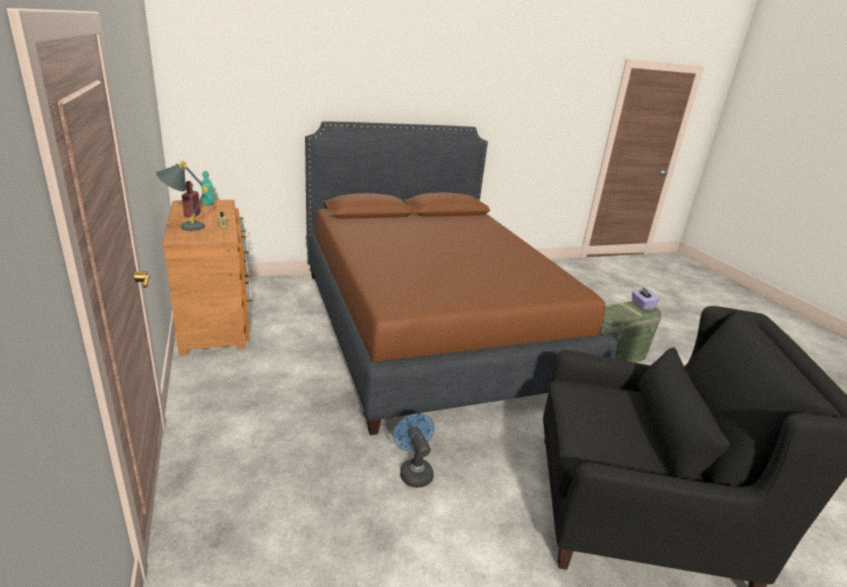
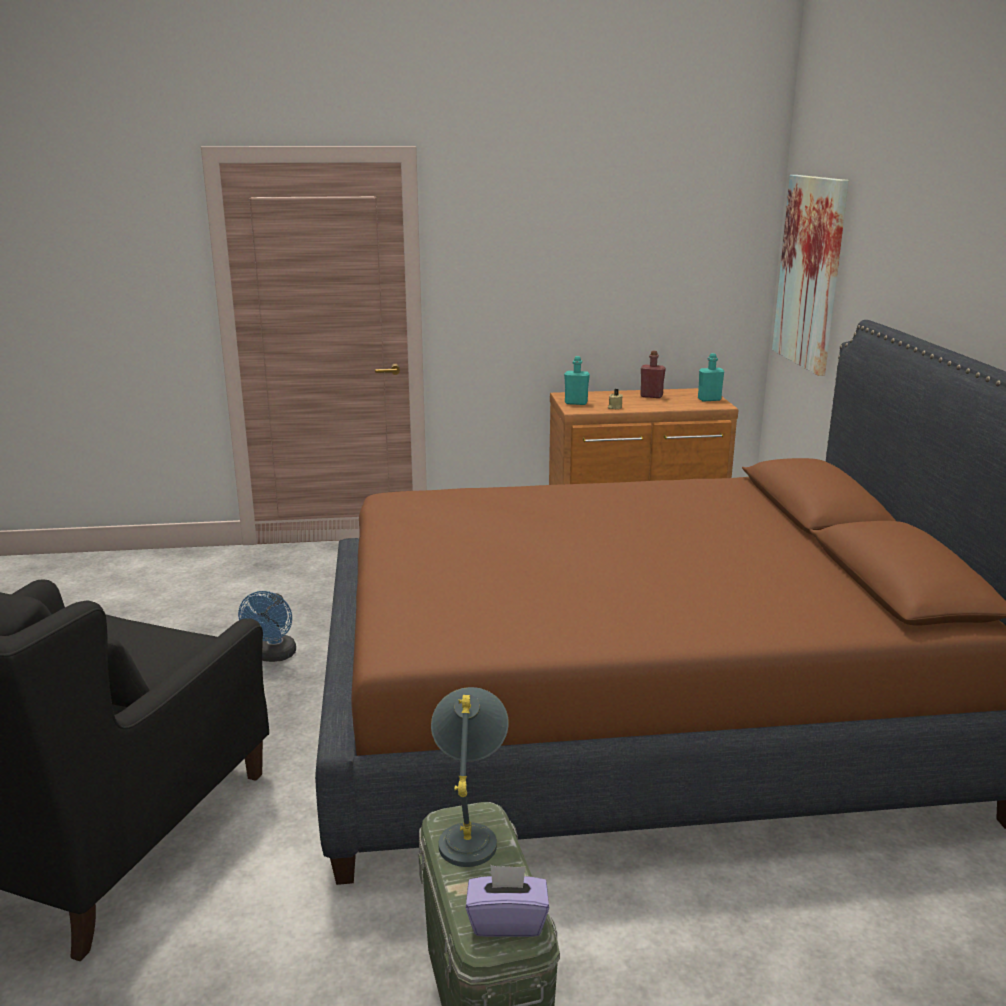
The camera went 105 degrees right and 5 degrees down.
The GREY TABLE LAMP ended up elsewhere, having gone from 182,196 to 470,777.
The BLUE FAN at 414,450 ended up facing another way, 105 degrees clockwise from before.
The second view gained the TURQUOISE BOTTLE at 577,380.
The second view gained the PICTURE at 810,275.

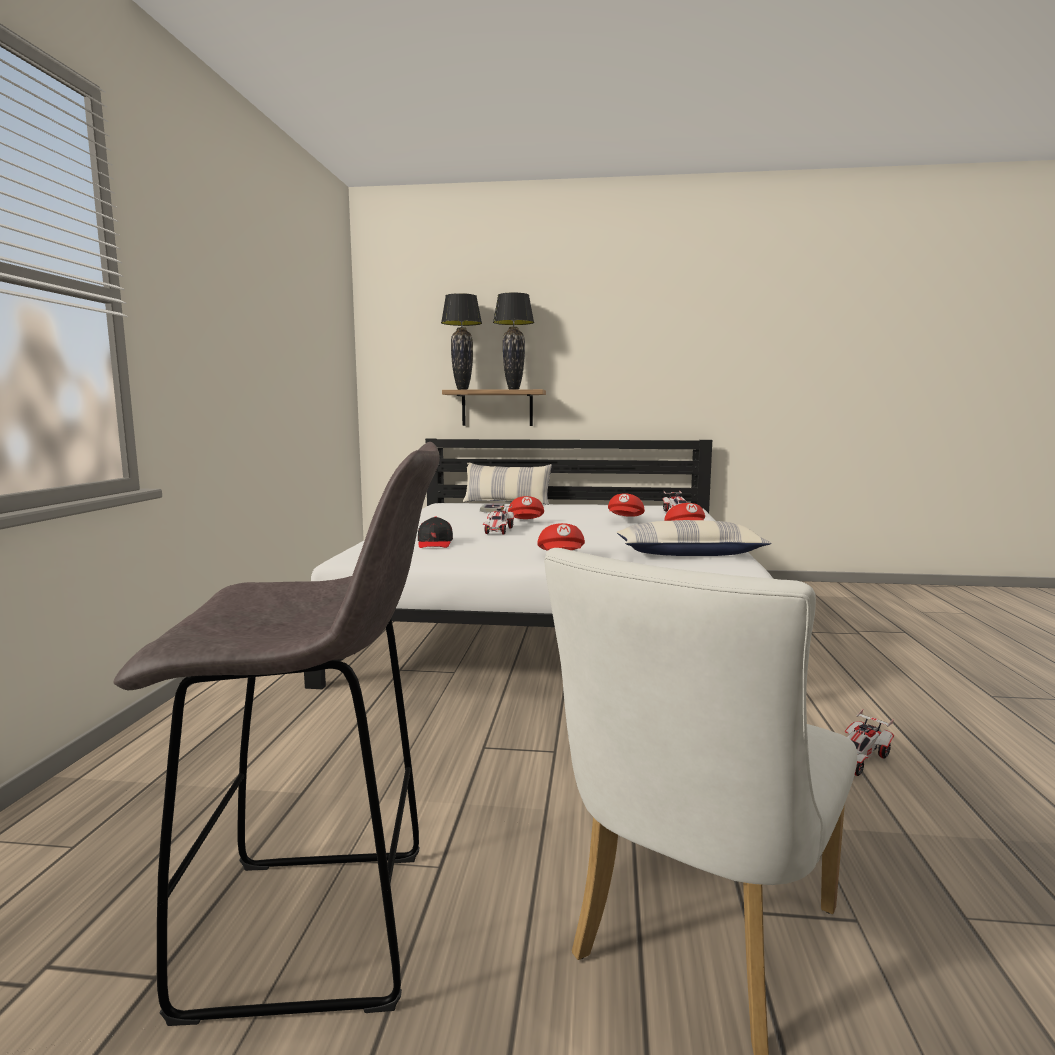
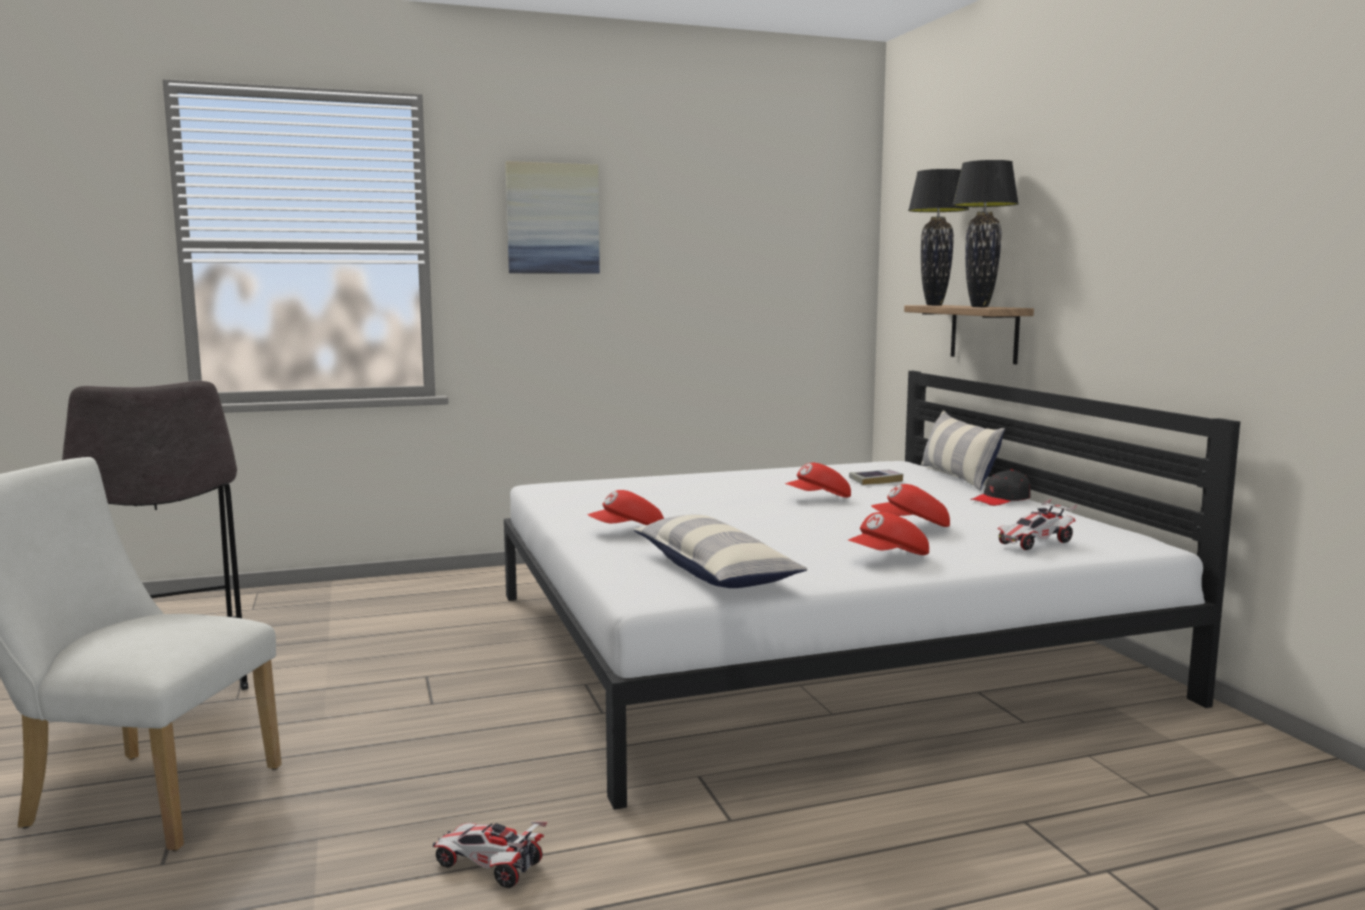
The camera went 65 degrees right and 0 degrees up.
The BLACK CAP ended up elsewhere, having gone from 435,532 to 1000,487.
The second view lost the TOY CAR at 498,519.
The second view gained the PICTURE at 552,217.

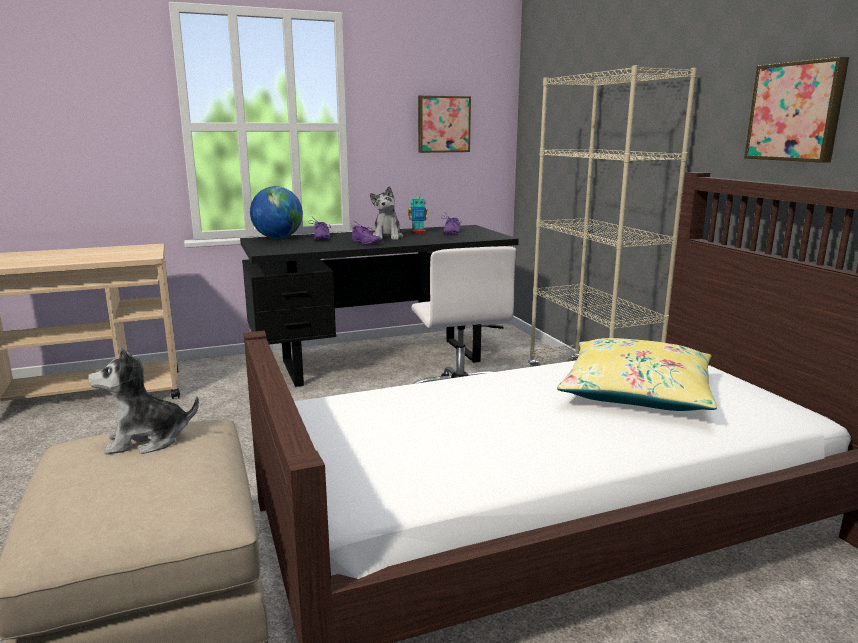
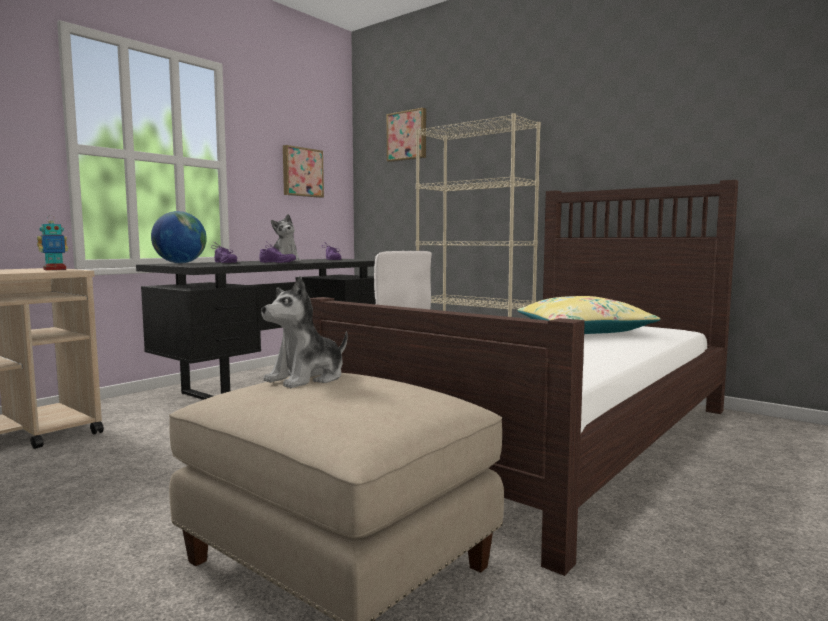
The camera went 30 degrees left and 10 degrees down.
The TOY ROBOT ended up elsewhere, having gone from 418,213 to 52,243.
The PICTURE ended up elsewhere, having gone from 796,110 to 406,135.

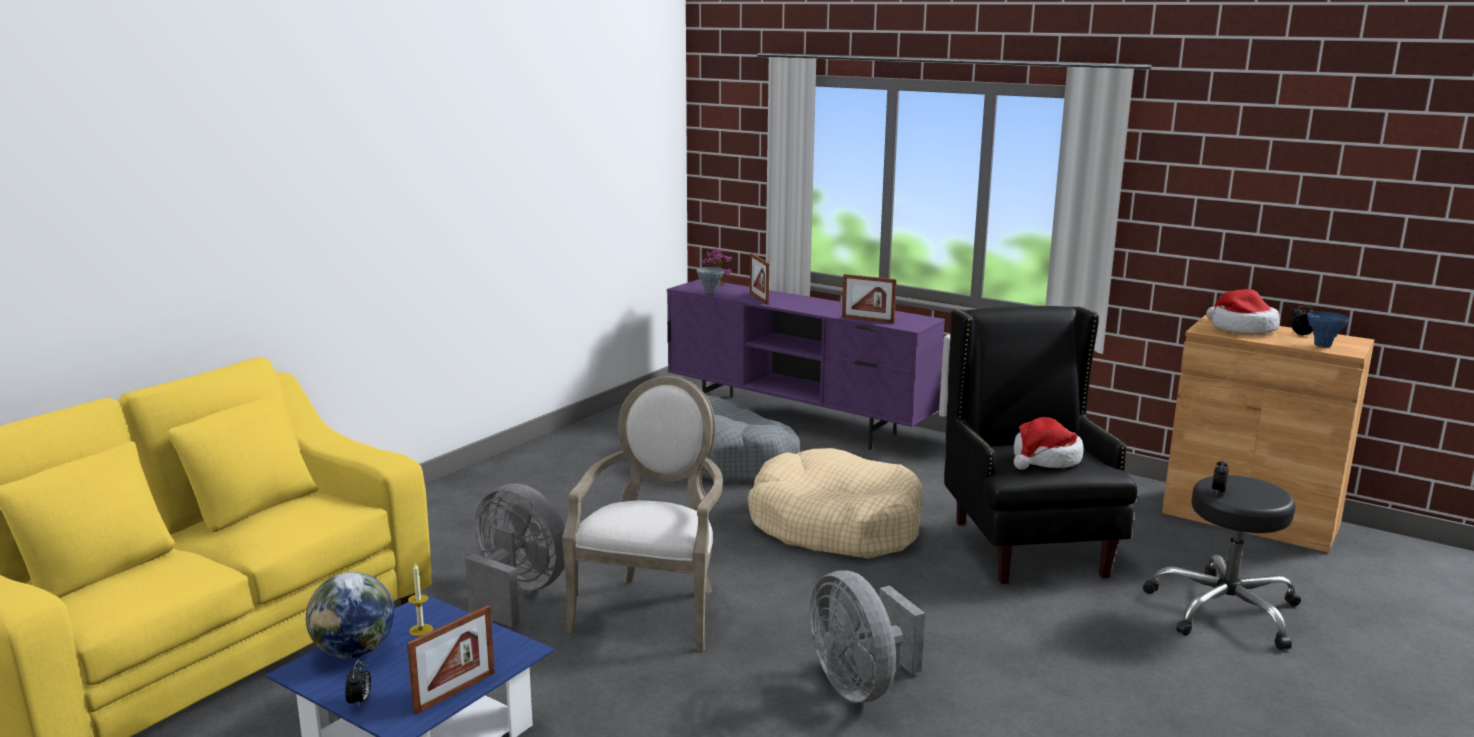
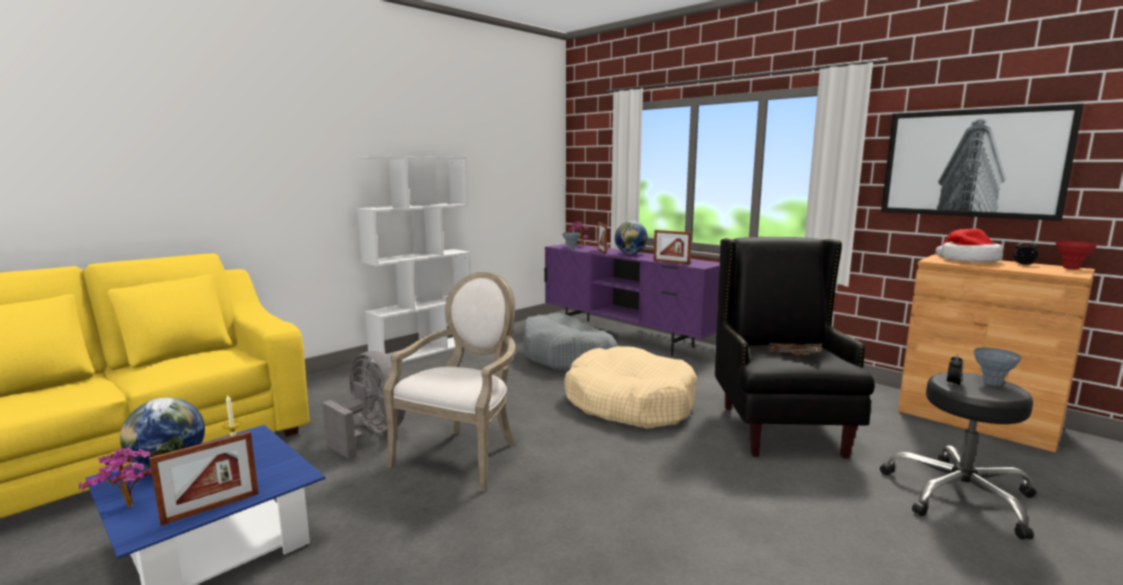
The camera went 10 degrees right and 5 degrees down.
Where the ALARM CLOCK stood at 358,683, the POTTED PLANT came to stand at 115,477.
The second view lost the GREY FAN at 867,636.
Where the HAT stood at 1049,443, the BLACK TRAY came to stand at 794,348.
The second view lost the BLUE VASE at 1328,329.
The second view gained the WHITE BOOKCASE at 412,260.
The second view gained the GLOBE at 631,237.
The second view gained the PICTURE at 982,162.
The second view gained the GREY VASE at 997,367.
The second view gained the RED VASE at 1076,255.

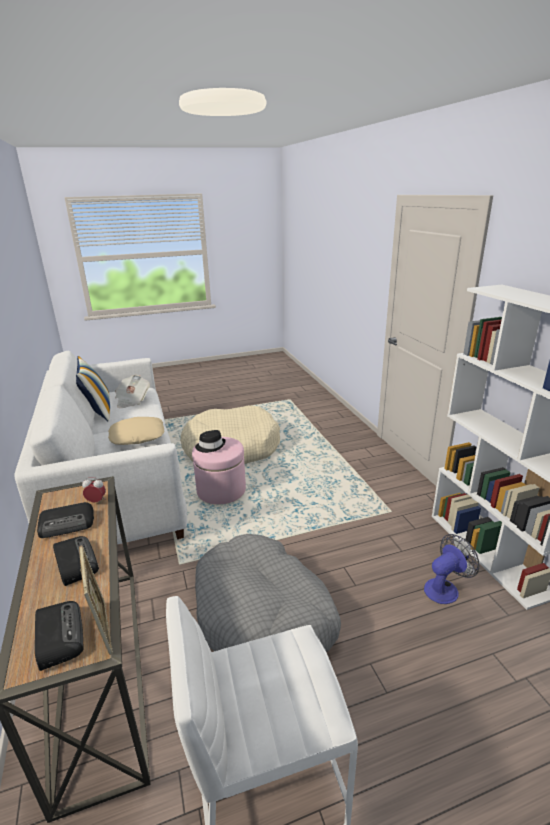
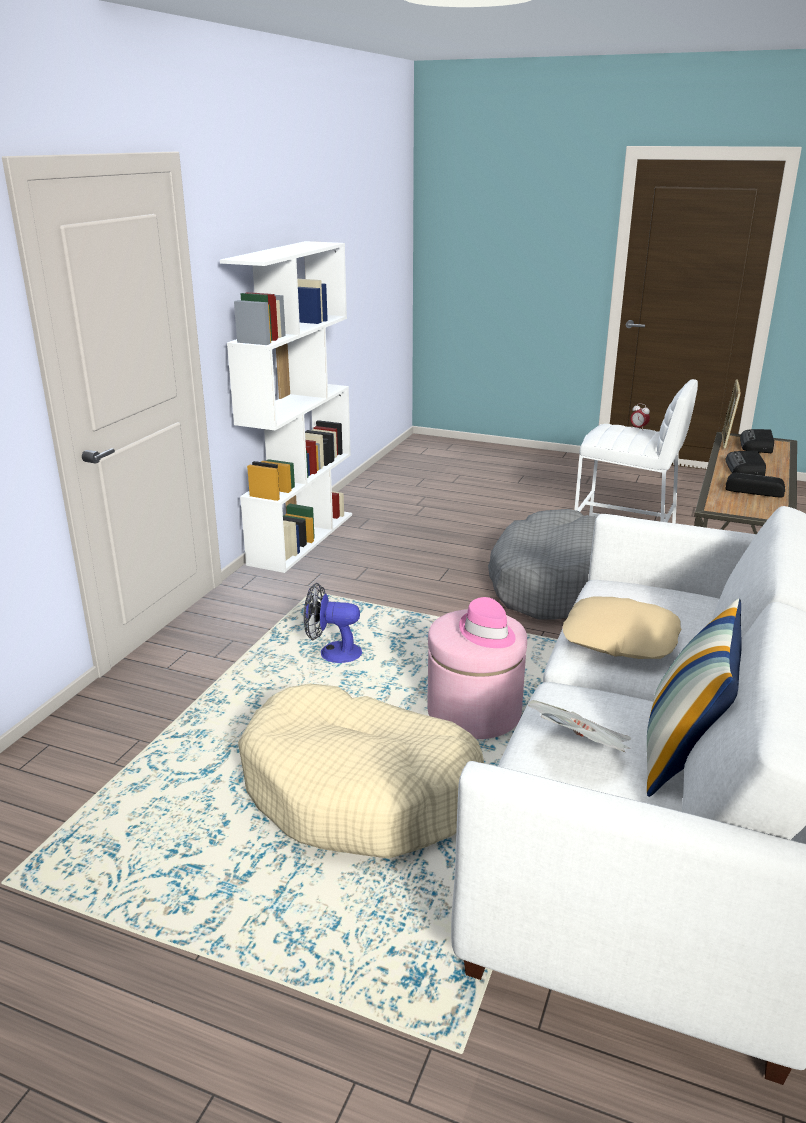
The camera went 140 degrees left and 0 degrees up.
The ALARM CLOCK ended up elsewhere, having gone from 94,489 to 640,416.
What was the BLACK HAT at 210,441 turned into the PINK HAT at 487,622.
The FAN ended up elsewhere, having gone from 451,569 to 333,623.

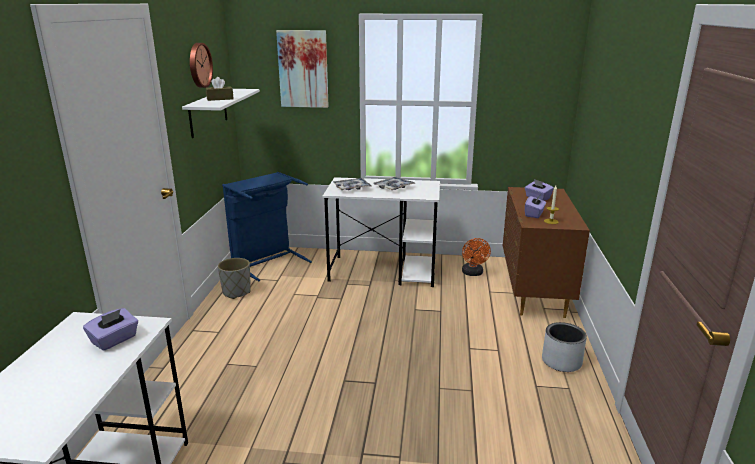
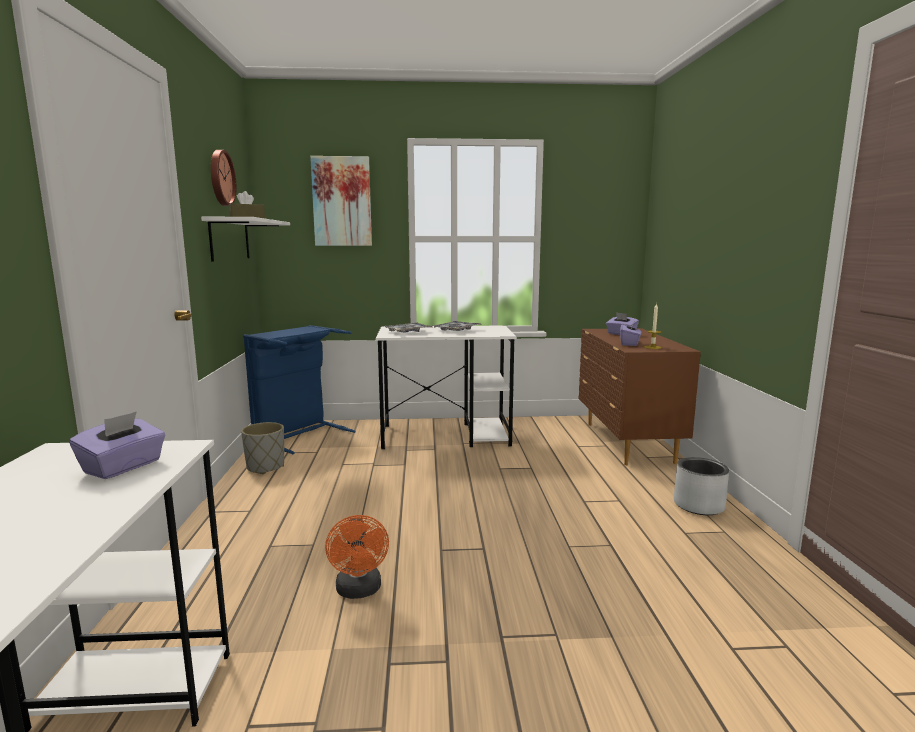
The camera went 10 degrees left and 10 degrees down.
The ORANGE FAN ended up elsewhere, having gone from 476,257 to 357,557.

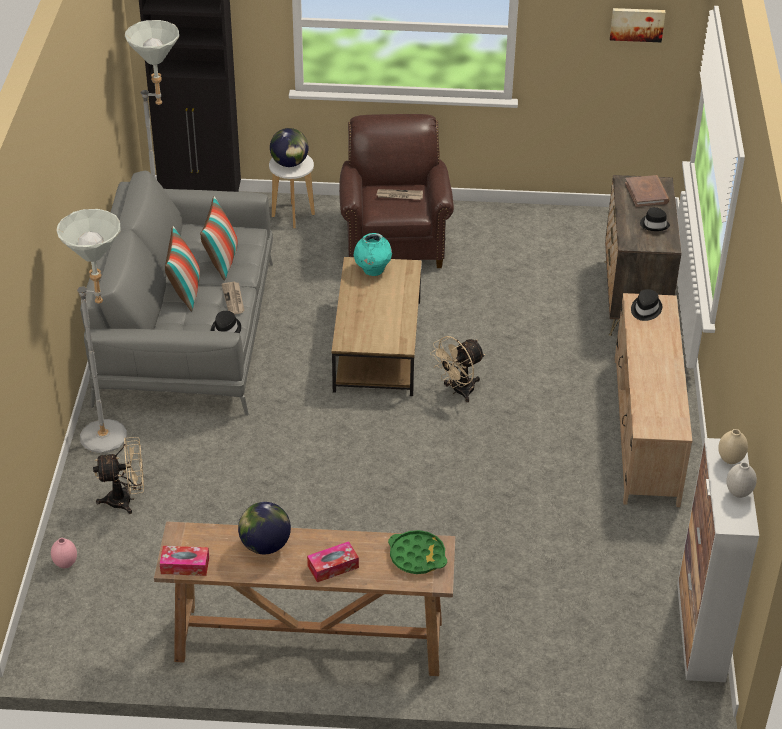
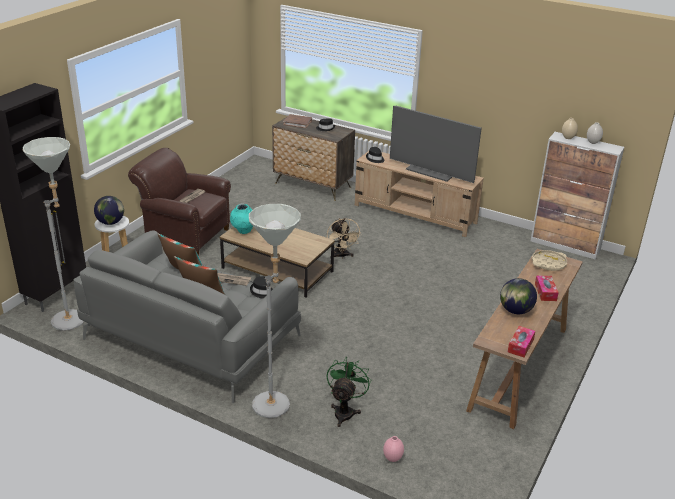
The camera went 65 degrees left and 10 degrees down.
What was the BEIGE FAN at 118,475 turned into the GREEN FAN at 349,392.
What was the GREEN TRAY at 417,552 turned into the BEIGE TRAY at 549,260.
The second view lost the PICTURE at 637,25.
The second view gained the TELEVISION at 436,144.

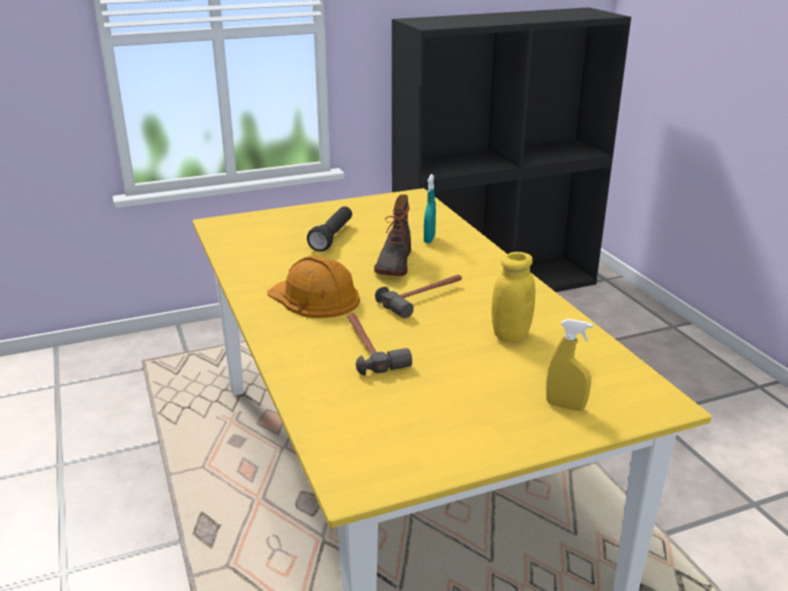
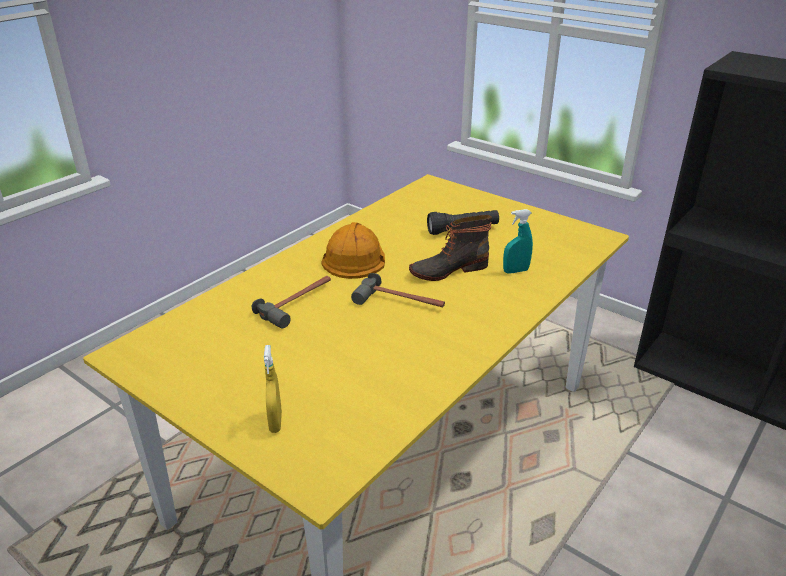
The camera went 60 degrees right and 5 degrees up.
The second view lost the YELLOW JAR at 513,297.

